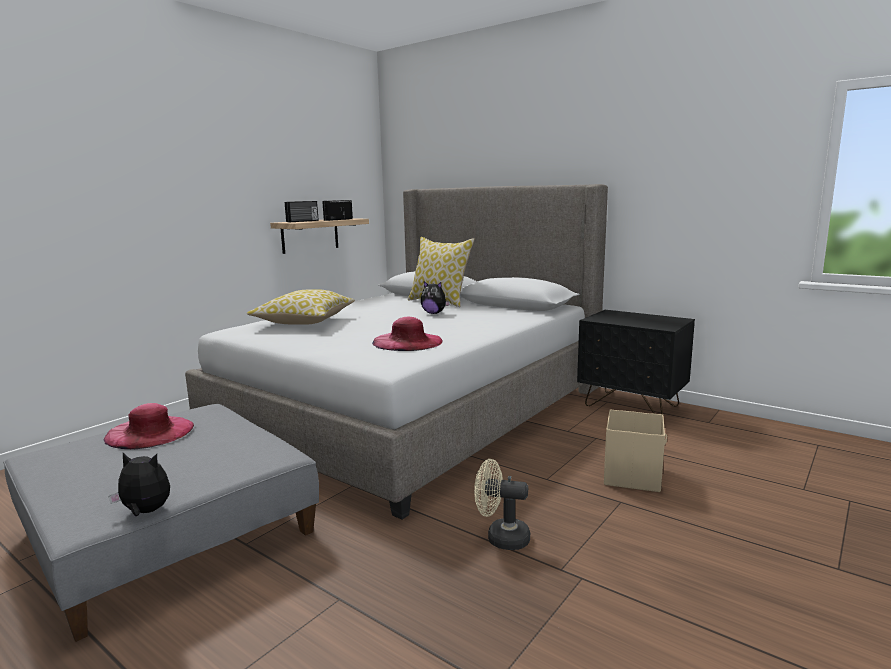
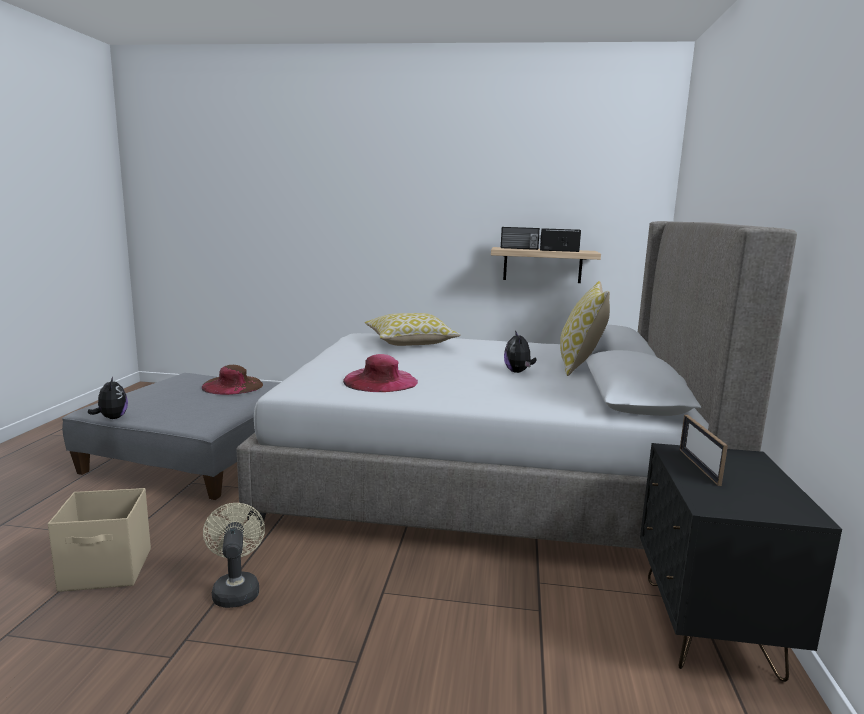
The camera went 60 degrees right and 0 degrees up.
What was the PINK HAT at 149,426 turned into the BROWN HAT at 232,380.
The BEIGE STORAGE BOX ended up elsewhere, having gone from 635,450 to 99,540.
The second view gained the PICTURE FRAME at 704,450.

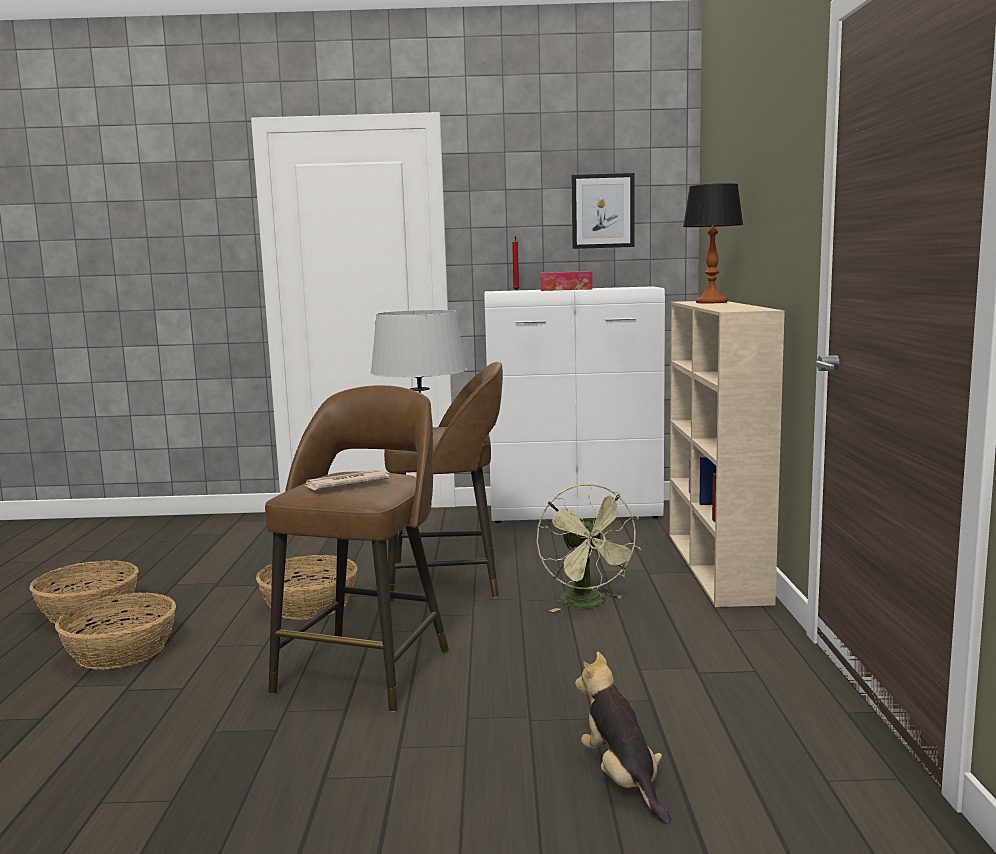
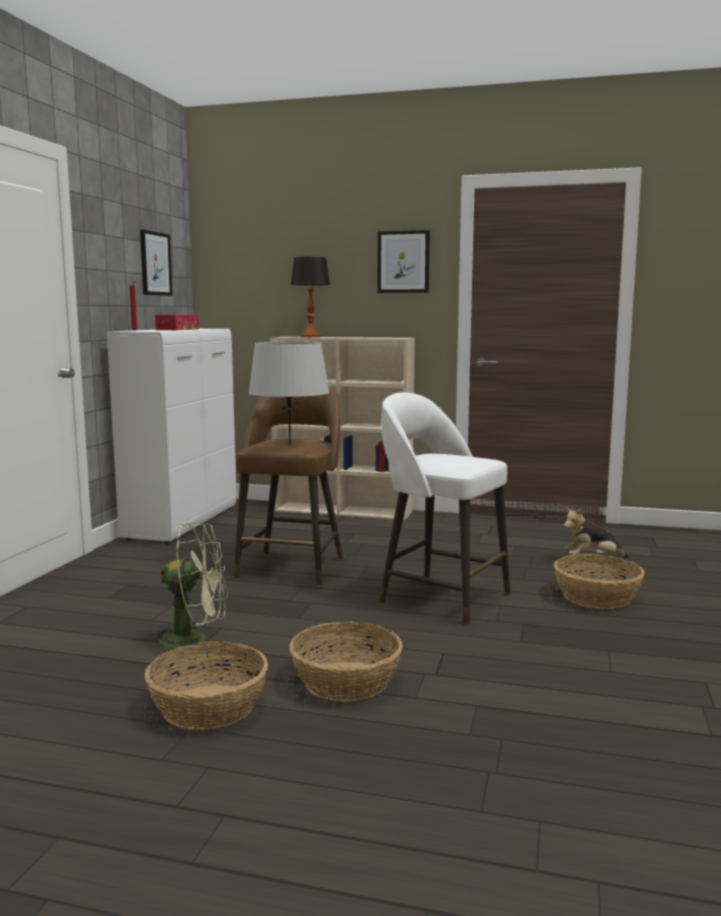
The camera went 75 degrees left and 0 degrees up.
The BASKET ended up elsewhere, having gone from 307,587 to 599,581.
What was the BROWN STOOL at 357,548 turned into the WHITE STOOL at 444,508.
The second view lost the NEWSPAPER at 346,480.
The GREEN FAN ended up elsewhere, having gone from 589,547 to 188,590.
The second view gained the PICTURE at 404,261.

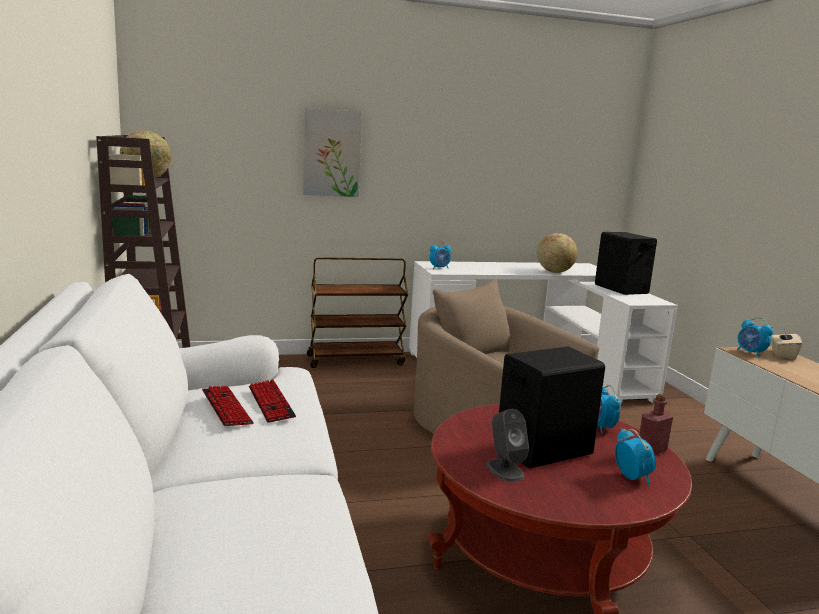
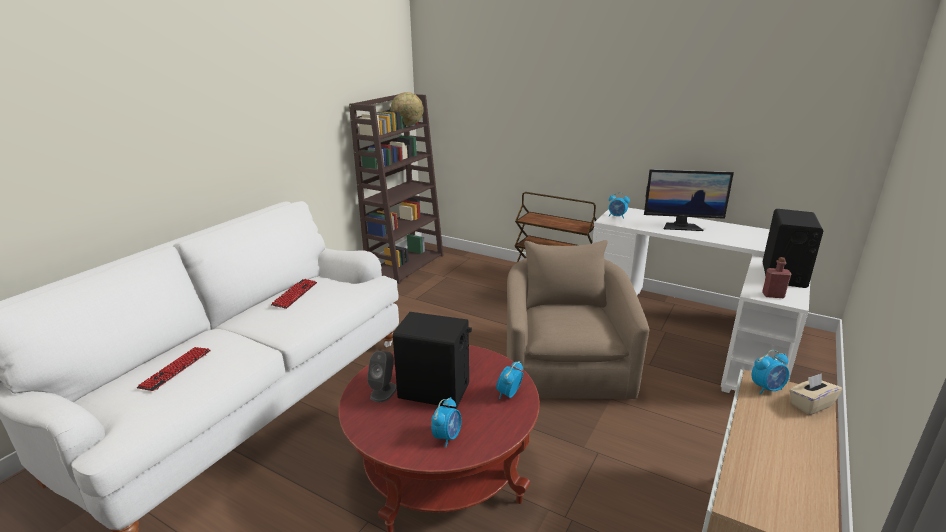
The camera went 45 degrees right and 10 degrees up.
The KEYBOARD ended up elsewhere, having gone from 272,401 to 174,369.
The second view lost the PICTURE at 332,152.
The second view lost the GLOBE at 557,253.
The RED BOTTLE ended up elsewhere, having gone from 656,424 to 777,277.
The ALARM CLOCK at 755,337 ended up facing another way, 120 degrees counterclockwise from before.
The second view gained the MONITOR at 689,200.

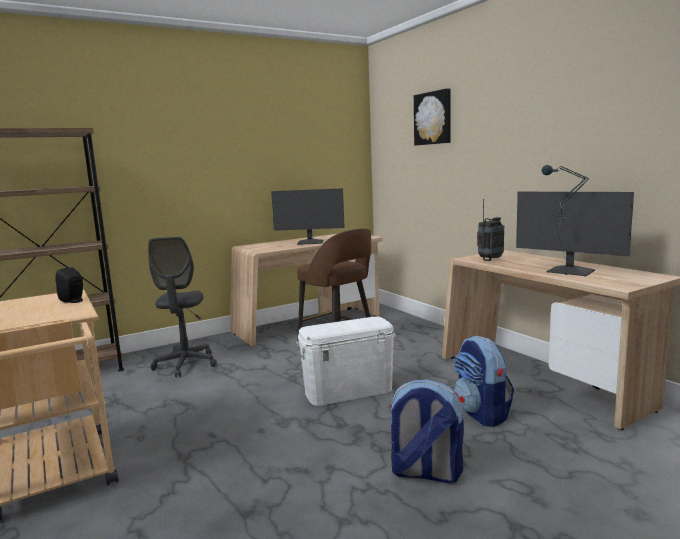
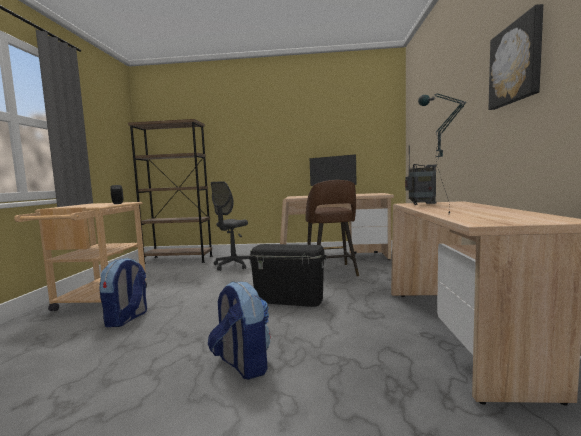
The camera went 35 degrees right and 5 degrees down.
What was the WHITE STORAGE BOX at 346,361 turned into the BLACK STORAGE BOX at 287,275.
The PICTURE ended up elsewhere, having gone from 432,116 to 515,57.
The BACKPACK ended up elsewhere, having gone from 484,381 to 123,292.
The second view lost the MONITOR at 575,234.

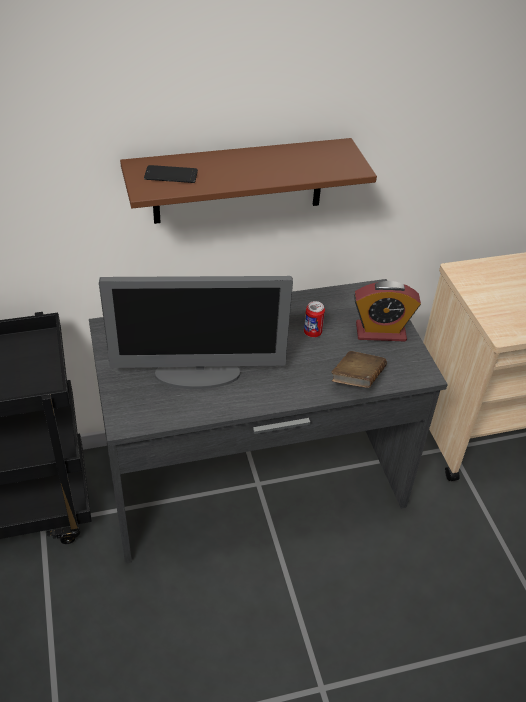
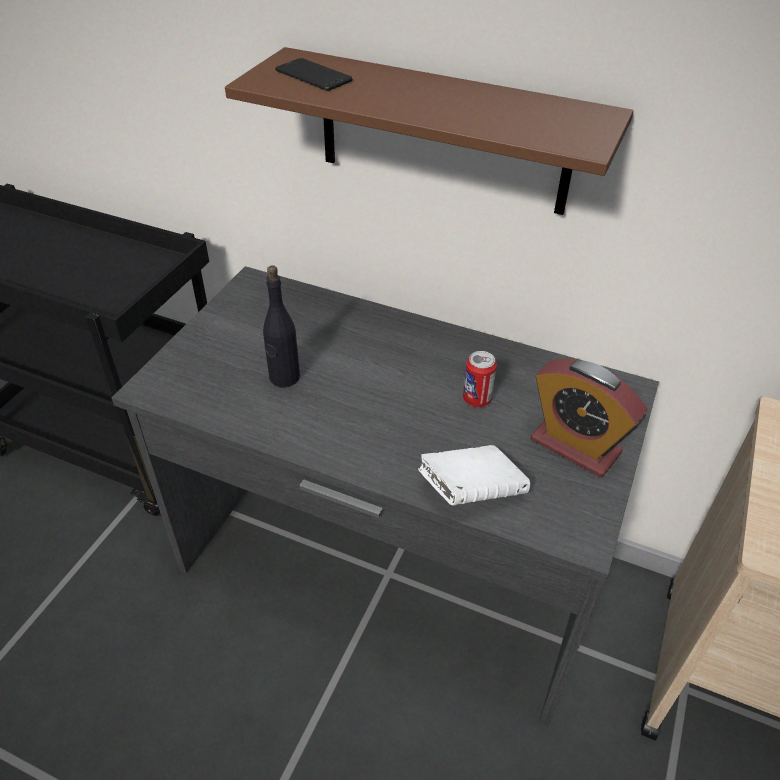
The camera went 40 degrees right and 0 degrees up.
Where the MONITOR stood at 196,332, the BLACK BOTTLE came to stand at 281,326.
What was the BROWN BOOK at 359,369 turned into the WHITE BOOK at 474,475.

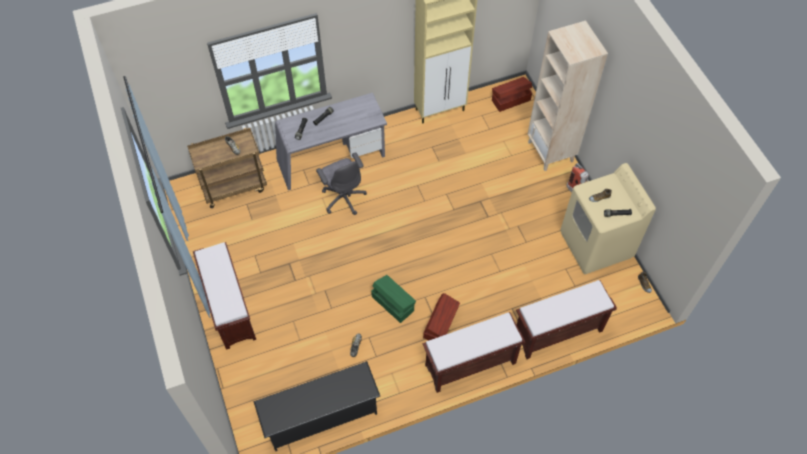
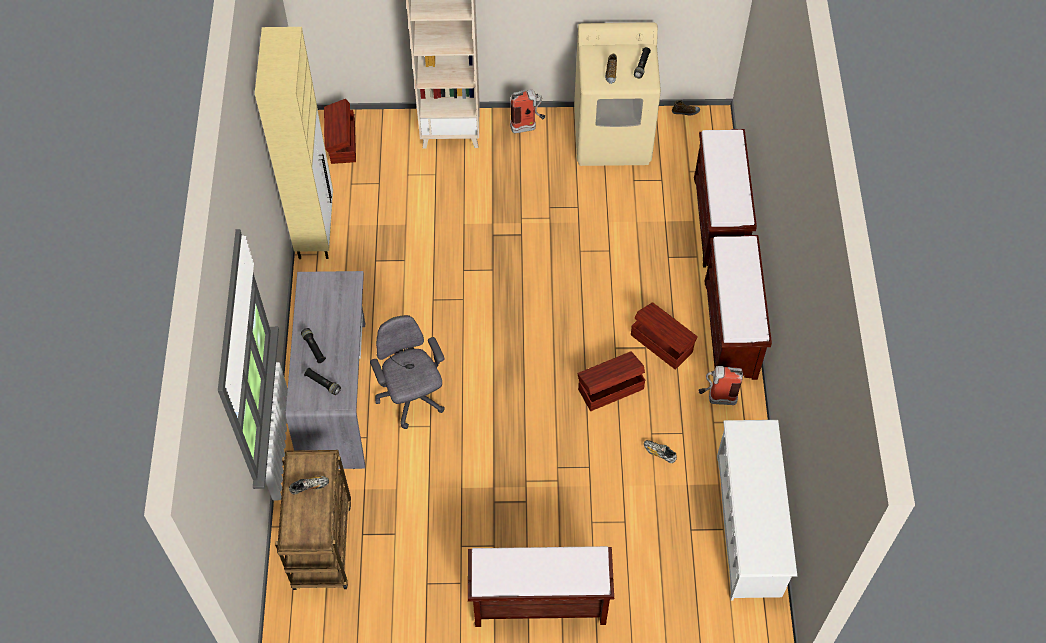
The camera went 70 degrees left and 0 degrees up.
What was the BLACK SHOE RACK at 316,406 turned into the WHITE SHOE RACK at 757,510.
The GREY OFFICE CHAIR at 341,184 ended up facing another way, 105 degrees counterclockwise from before.
What was the GREEN STORAGE BOX at 393,299 turned into the BROWN STORAGE BOX at 611,381.
The second view gained the FIRE EXTINGUISHER at 720,385.

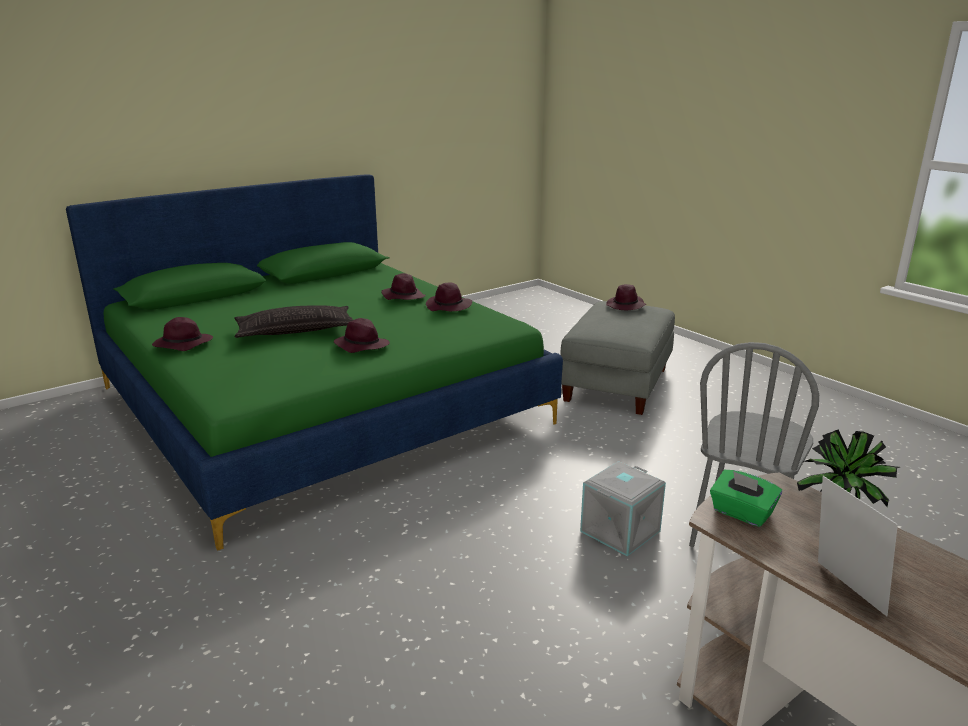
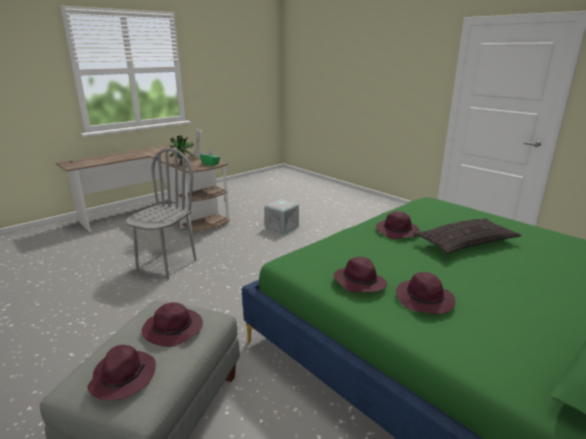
The camera went 175 degrees right and 0 degrees up.
The PURPLE HAT ended up elsewhere, having gone from 182,334 to 172,324.
The GREY STORAGE BOX ended up elsewhere, having gone from 623,509 to 281,217.

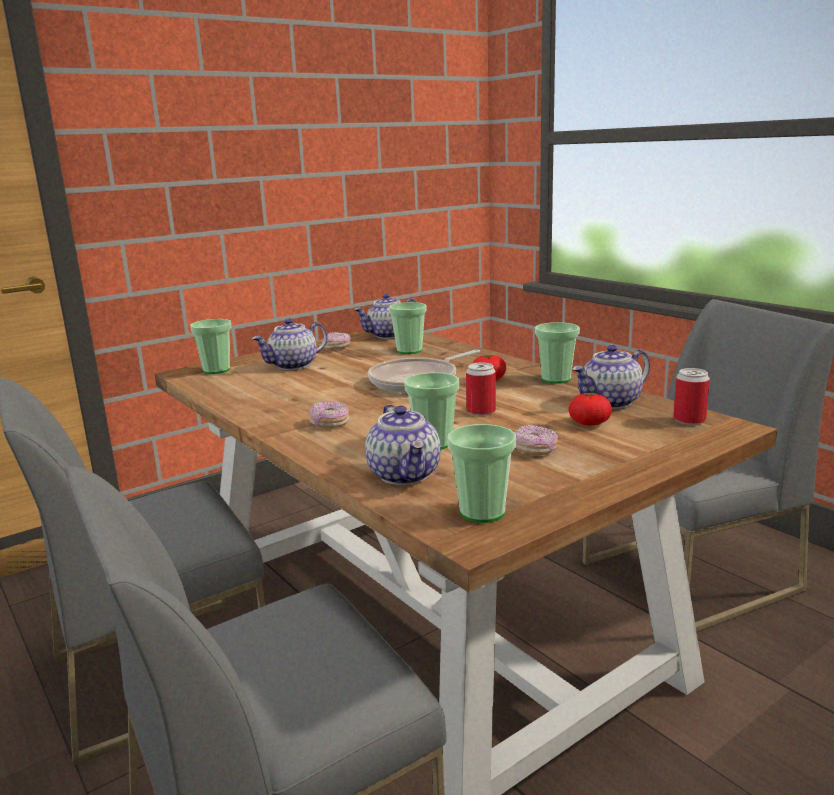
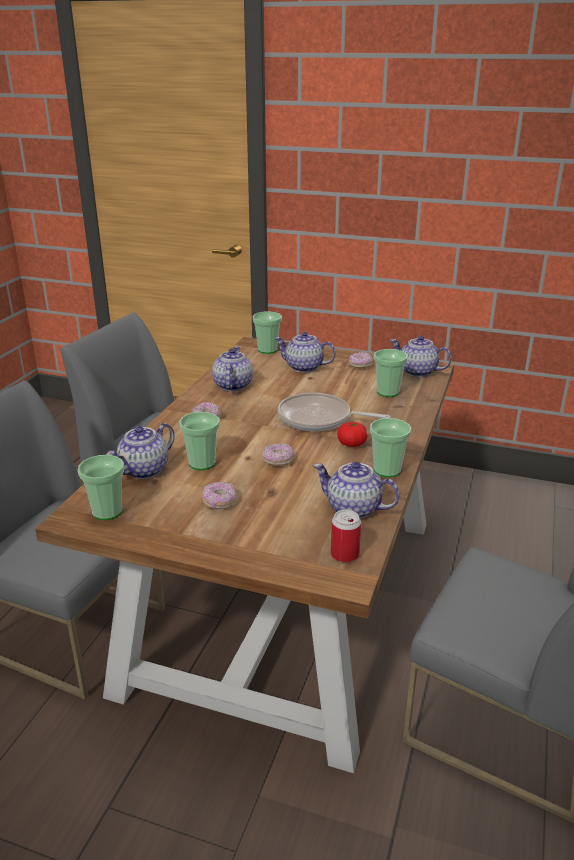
The camera went 55 degrees right and 10 degrees up.
Where the CAN stood at 481,389, the DONUT came to stand at 278,455.
The second view lost the TOMATO at 590,409.
The second view gained the TEAPOT at 232,368.

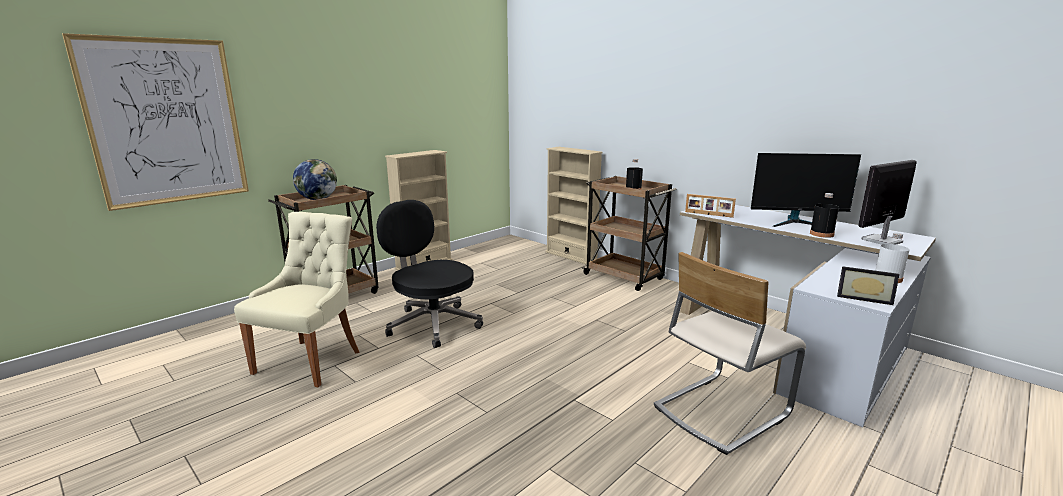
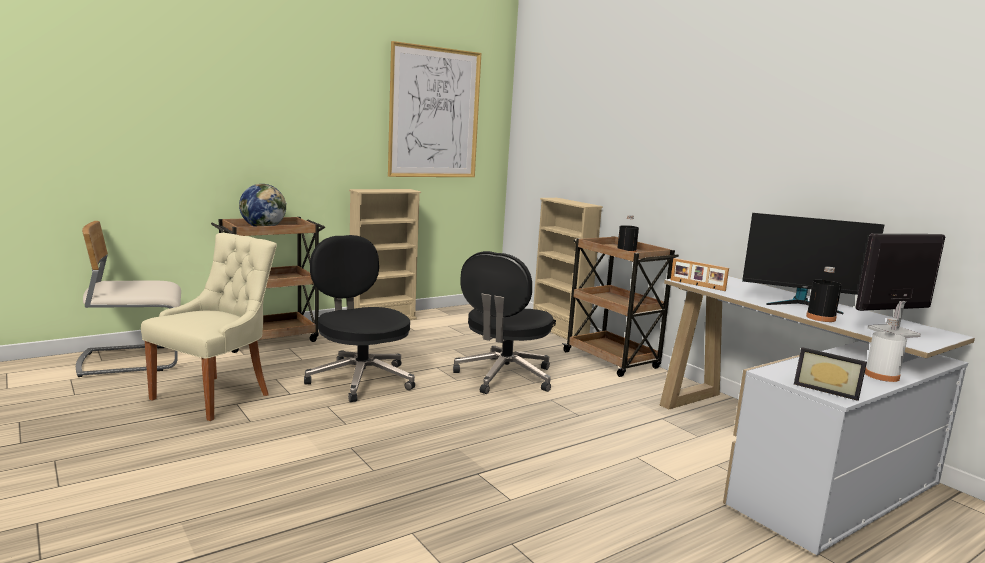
The camera went 10 degrees right and 5 degrees down.
The PICTURE ended up elsewhere, having gone from 155,122 to 434,109.
The BEIGE CHAIR ended up elsewhere, having gone from 730,353 to 128,299.
The second view gained the BLACK OFFICE CHAIR at 503,322.

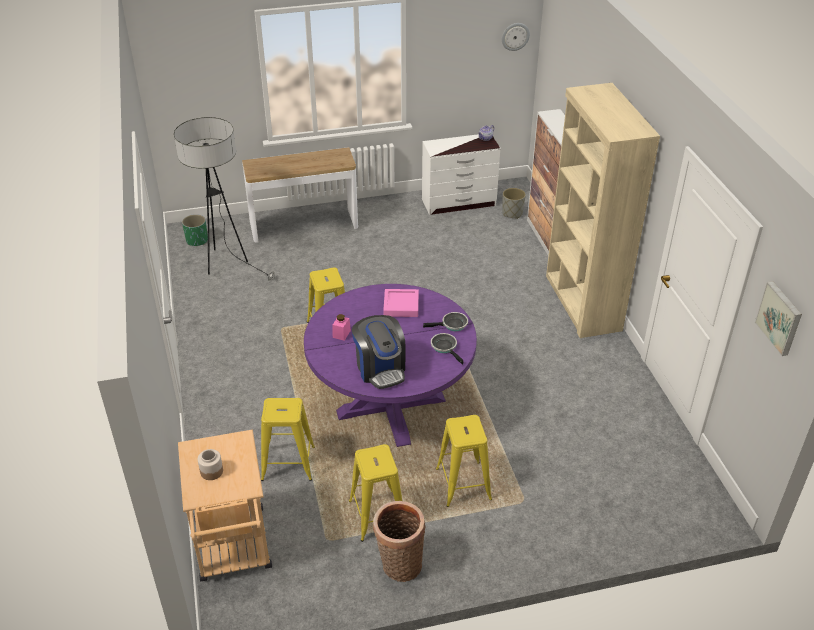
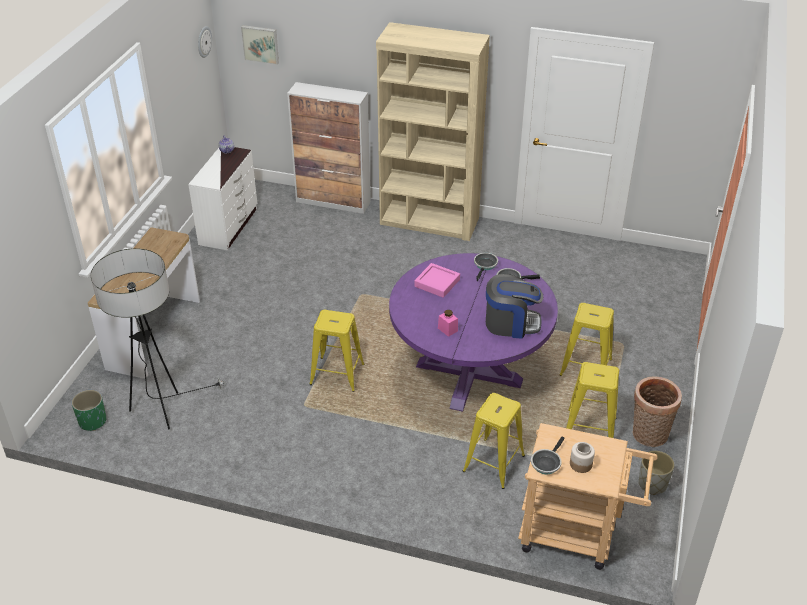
The camera went 60 degrees left and 0 degrees up.
The GREY PLANTER ended up elsewhere, having gone from 514,203 to 656,473.
The PICTURE ended up elsewhere, having gone from 778,318 to 260,45.
The second view gained the FRYING PAN at 547,455.

